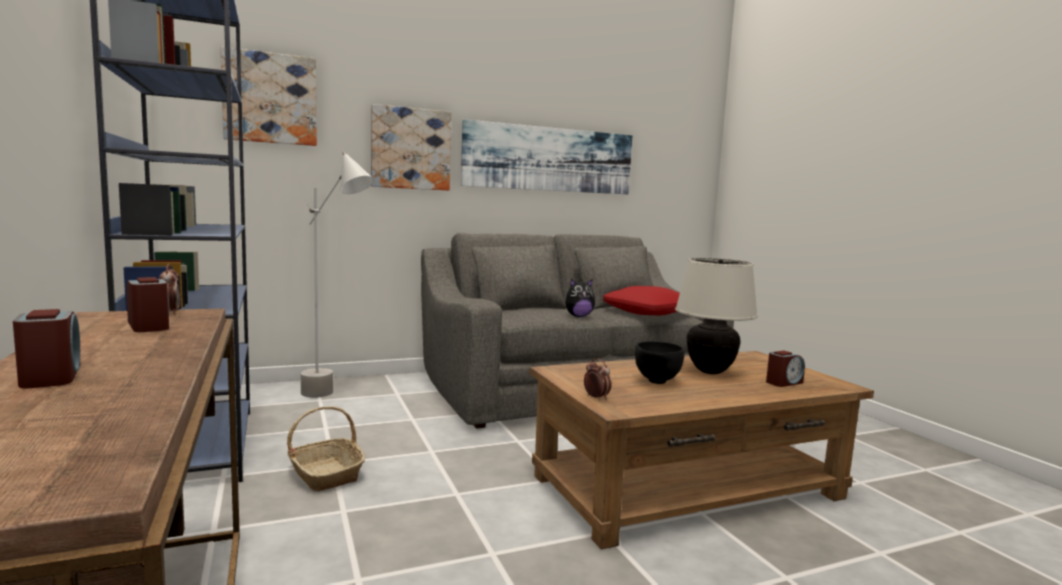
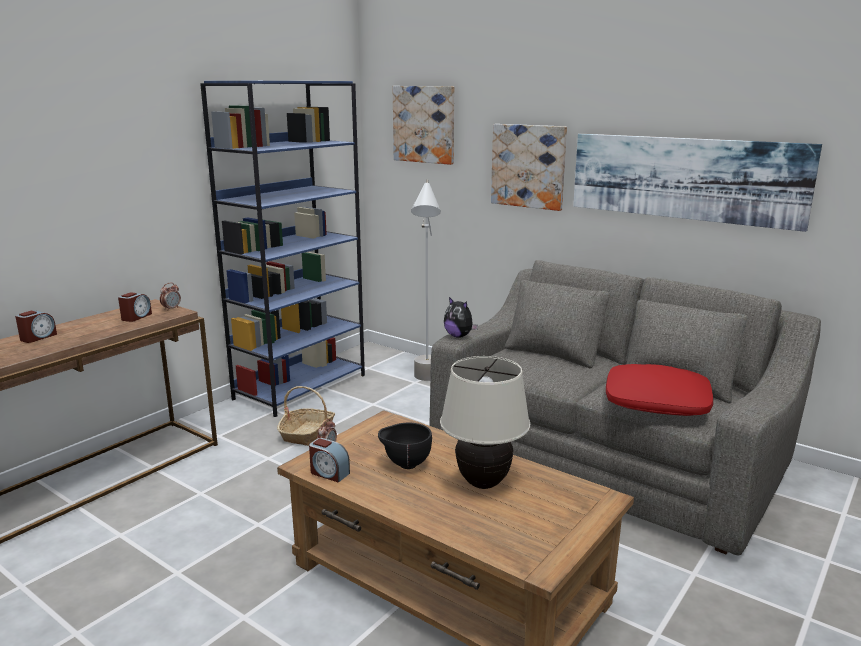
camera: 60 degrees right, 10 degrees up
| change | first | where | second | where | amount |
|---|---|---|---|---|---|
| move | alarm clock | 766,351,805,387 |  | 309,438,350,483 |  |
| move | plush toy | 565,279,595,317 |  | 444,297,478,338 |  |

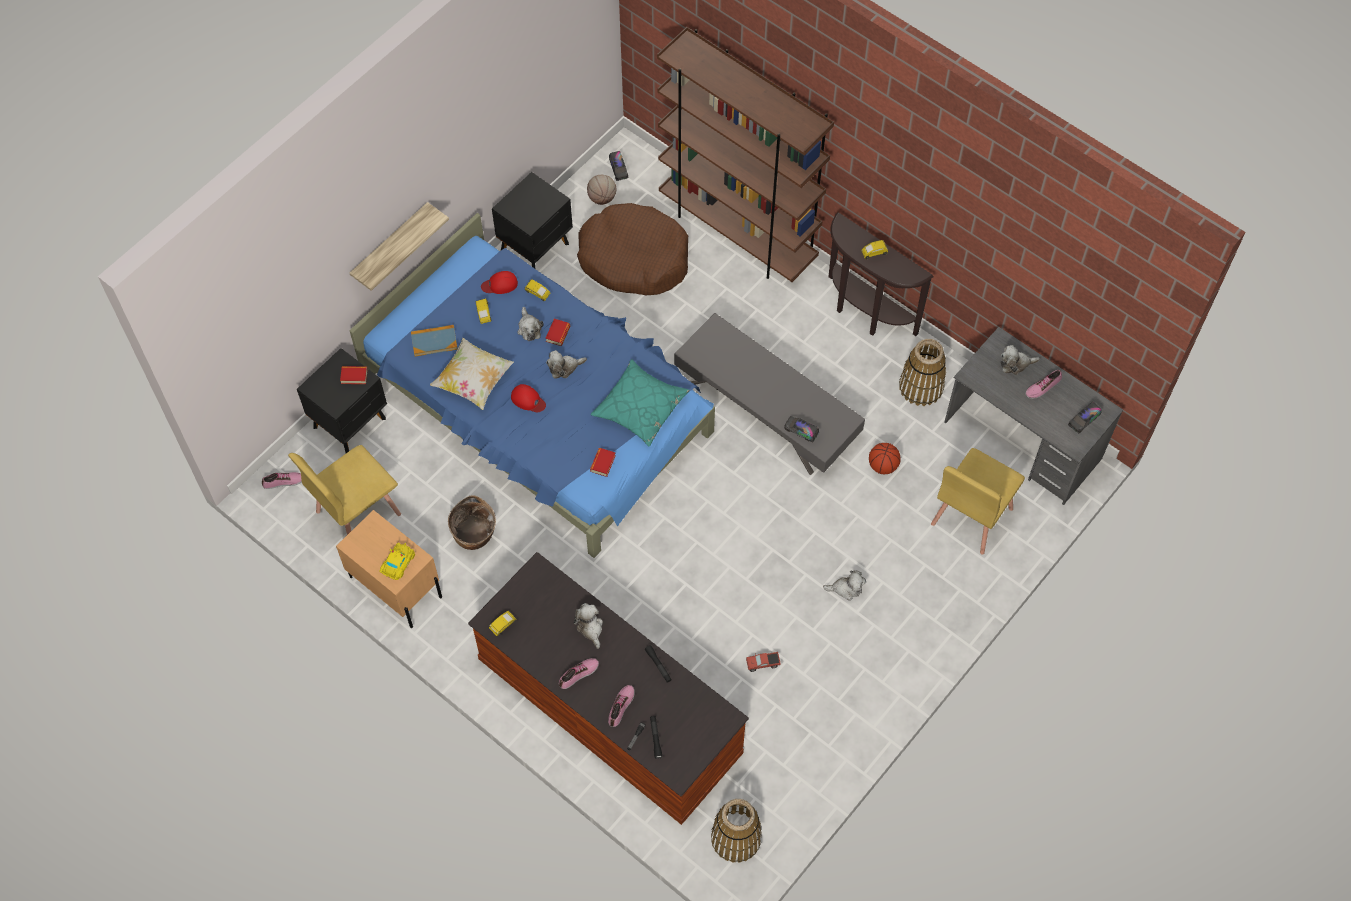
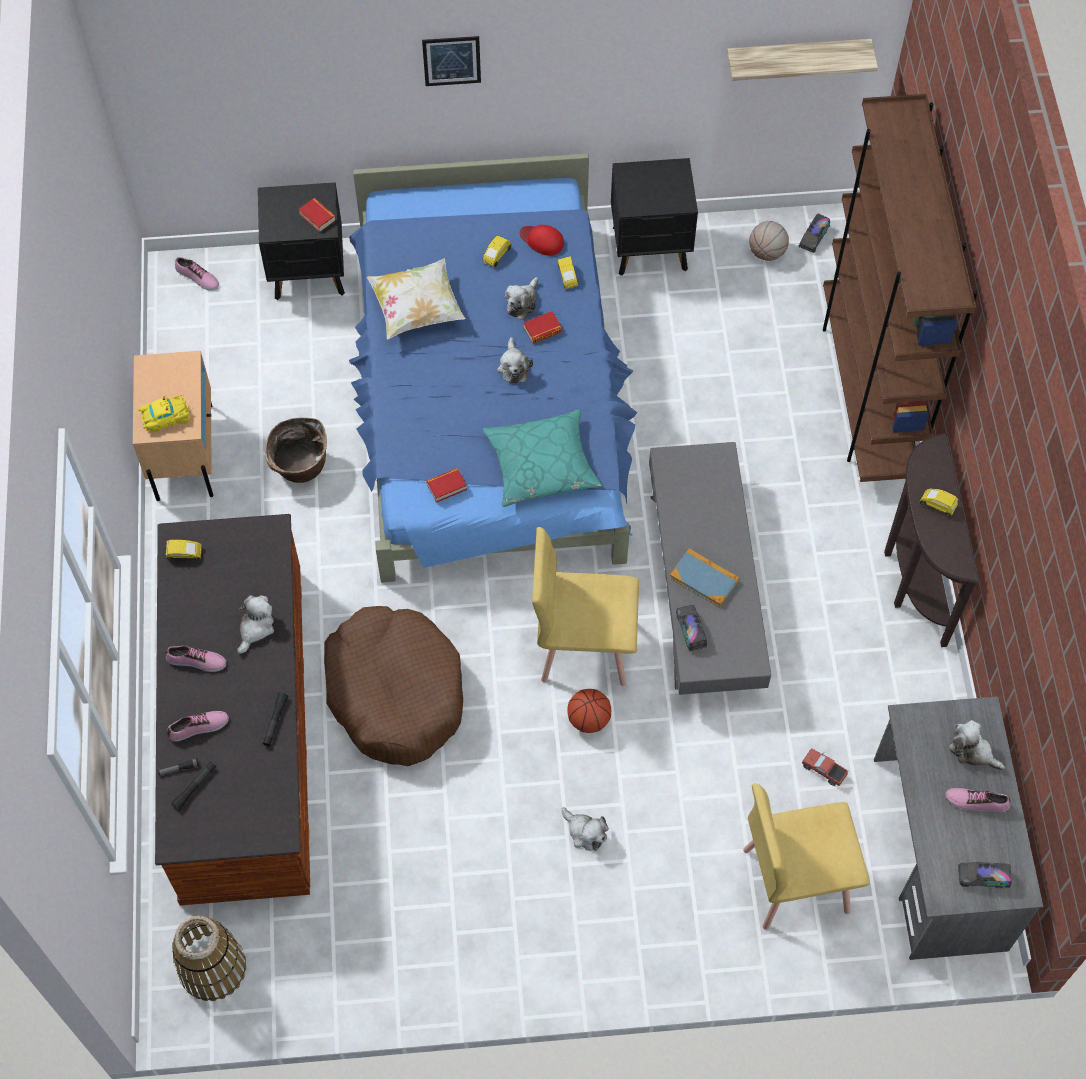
camera: 45 degrees right, 0 degrees up
| change | first | where | second | where | amount |
|---|---|---|---|---|---|
| move | brown dog bed | 577,203,688,295 |  | 324,606,463,766 |  |
| insert |  |  | picture | 422,36,481,86 |  |
| rotate | plush toy | 546,350,587,378 |  | 497,337,533,384 | 120 degrees counterclockwise |
| move | yellow chair | 288,445,401,535 |  | 532,527,639,686 |  |
| move | basketball | 869,443,901,474 |  | 567,689,611,733 |  |
| move | book | 411,325,458,356 |  | 670,549,739,608 |  |
| move | shelf | 350,202,449,291 |  | 727,39,878,81 |  |
| move | toy truck | 746,652,781,672 |  | 802,748,848,786 |  |
| delete | red cap | 511,384,546,412 |  |  |  |
| delete | basket | 899,339,946,406 |  |  |  |

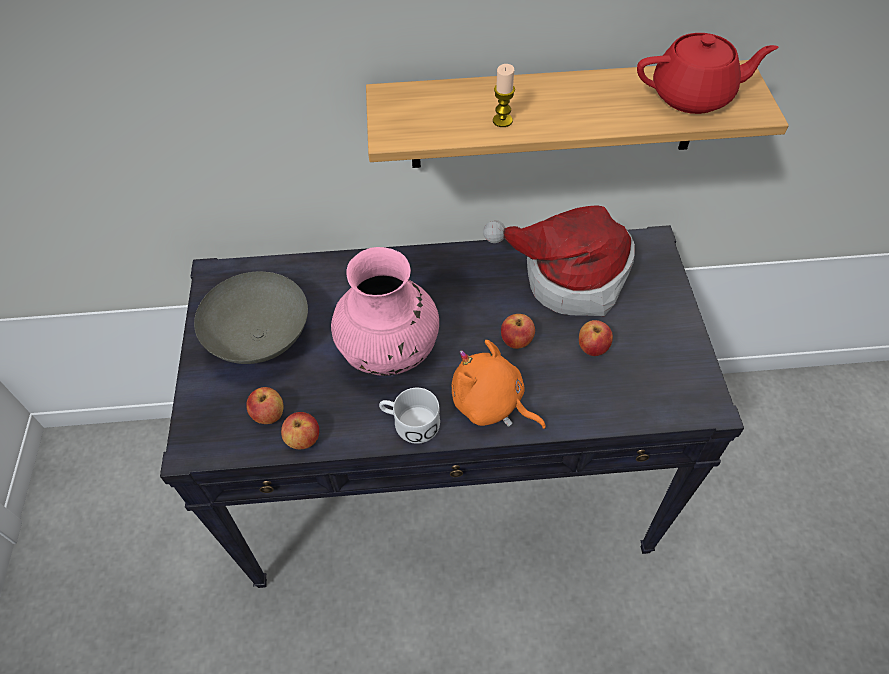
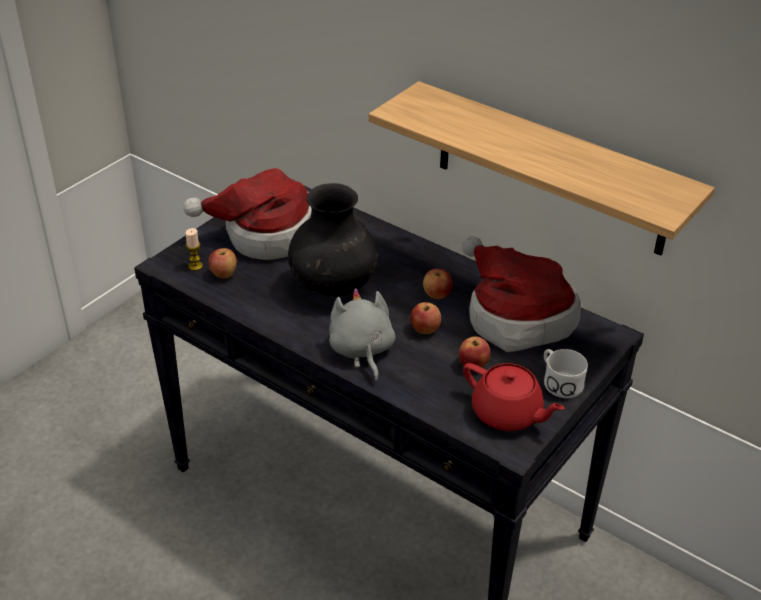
camera: 40 degrees right, 15 degrees down
| change | first | where | second | where | amount |
|---|---|---|---|---|---|
| replace | grey bowl | 194,271,308,364 | hat | 183,168,312,260 |  |
| move | candle | 493,64,515,127 |  | 185,228,203,271 |  |
| recolor | pink vase | 331,247,439,376 | black vase | 288,183,378,297 |  |
| recolor | orange plush toy | 452,340,546,429 | grey plush toy | 329,288,395,382 |  |
| move | apple | 281,412,319,449 |  | 423,269,453,299 |  |
| move | red teapot | 637,33,778,114 |  | 463,363,565,431 |  |
| move | white mug | 379,388,440,444 |  | 544,349,588,398 |  |

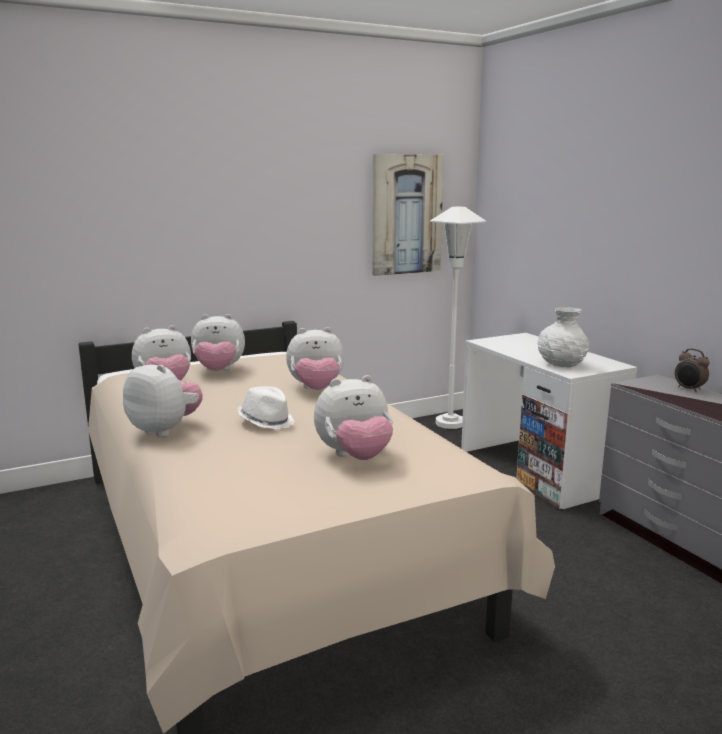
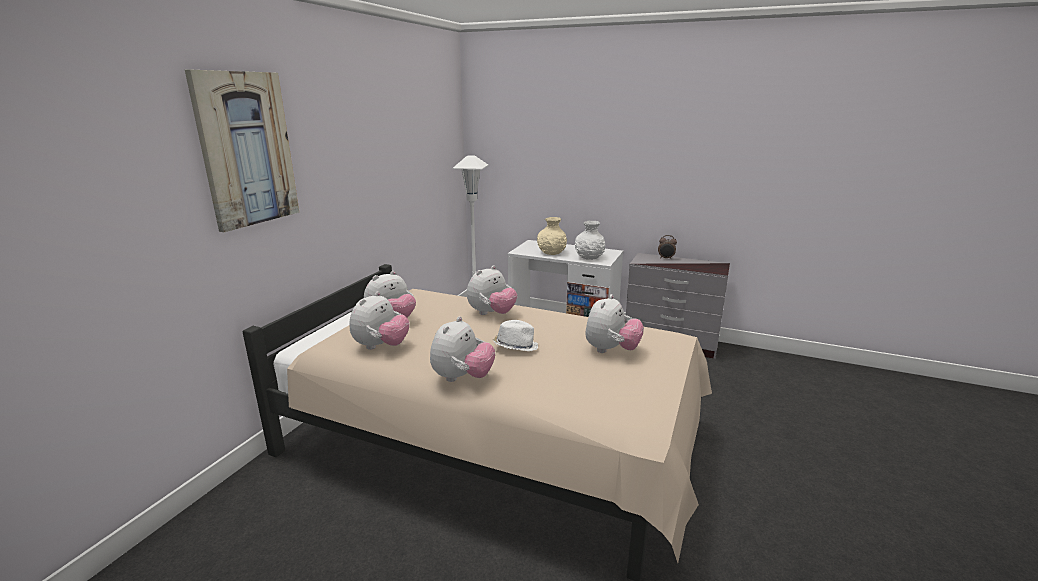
camera: 40 degrees left, 5 degrees up
| change | first | where | second | where | amount |
|---|---|---|---|---|---|
| move | picture | 373,154,444,276 |  | 185,70,299,232 |  |
| rotate | plush toy | 123,360,203,437 |  | 430,316,495,382 | 120 degrees clockwise |
| insert |  |  | beige vase | 537,217,567,255 |  |

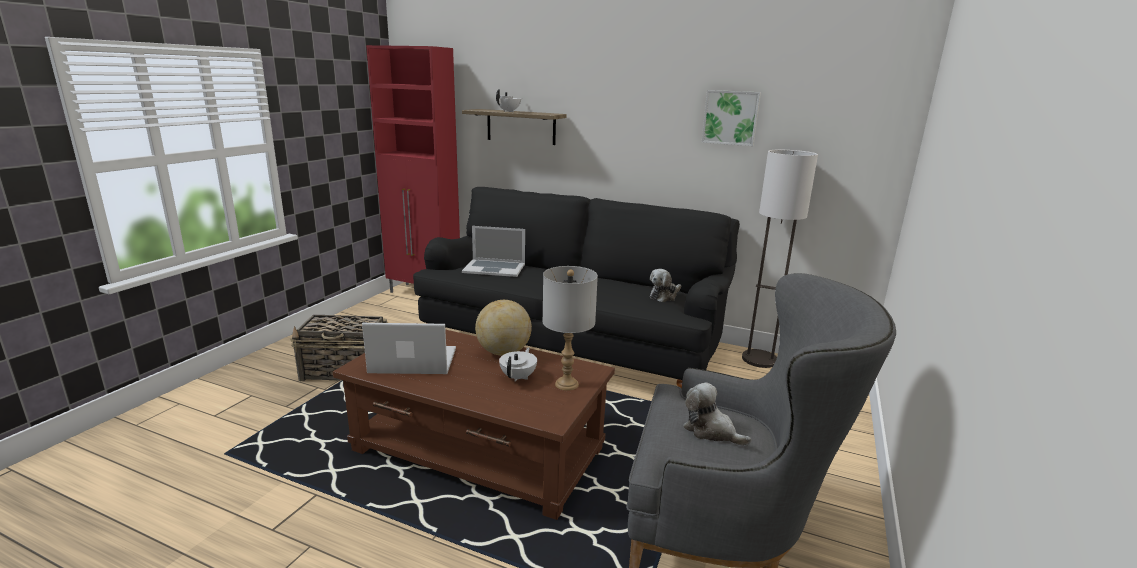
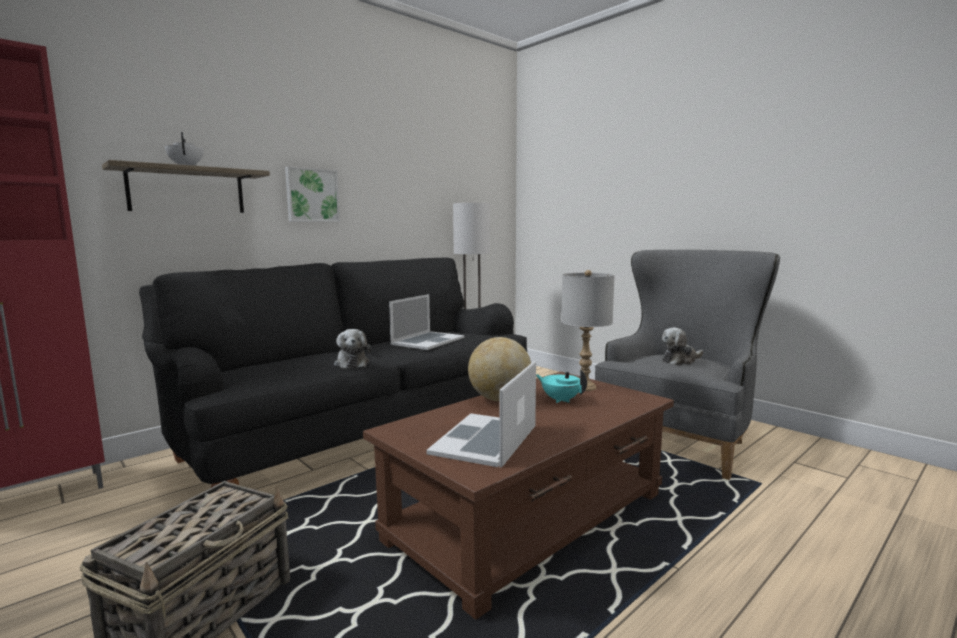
camera: 65 degrees left, 10 degrees down
| change | first | where | second | where | amount |
|---|---|---|---|---|---|
| move | picture | 702,90,761,146 |  | 285,167,340,222 |  |
| move | plush toy | 650,269,681,302 |  | 334,329,372,369 |  |
| move | laptop | 462,226,525,277 |  | 389,294,464,350 |  |
| recolor | white teapot | 499,347,537,382 | turquoise teapot | 536,370,587,403 |  |

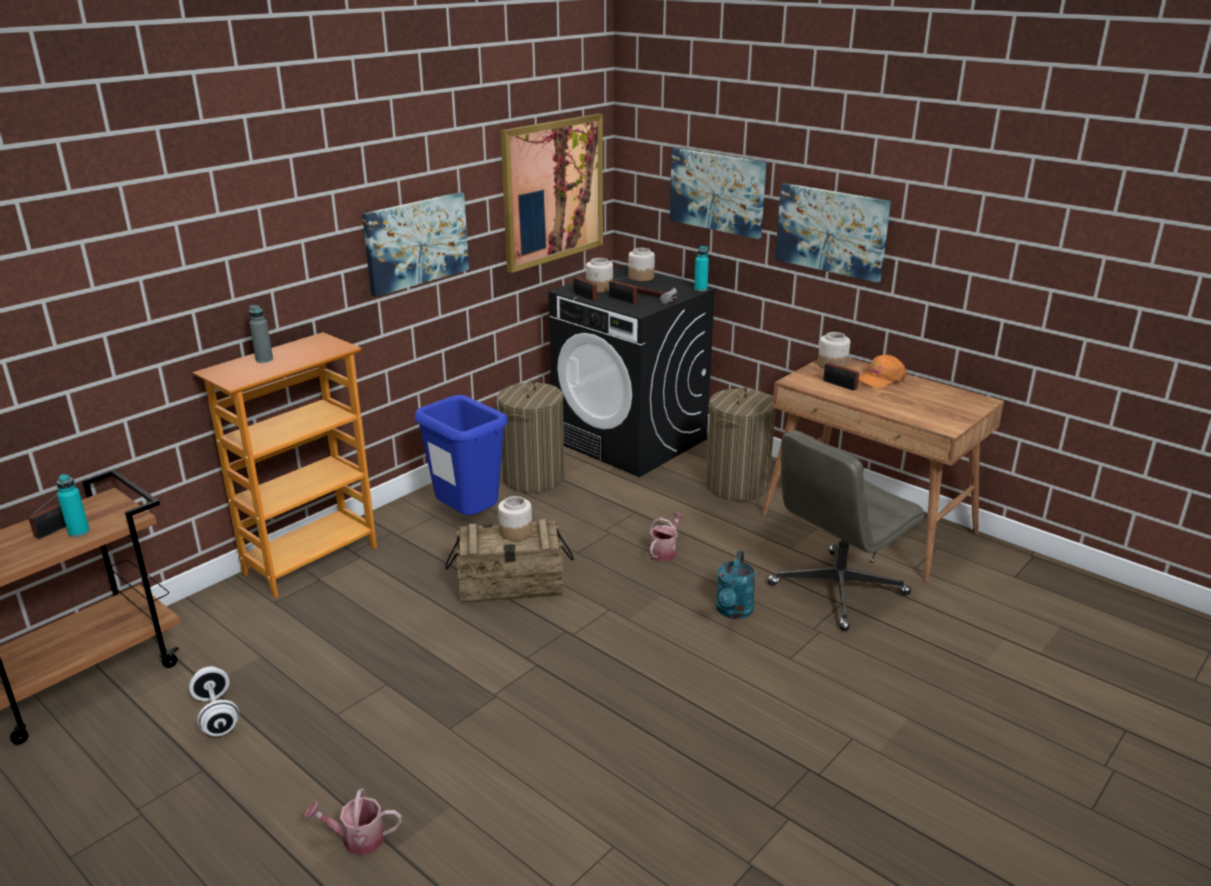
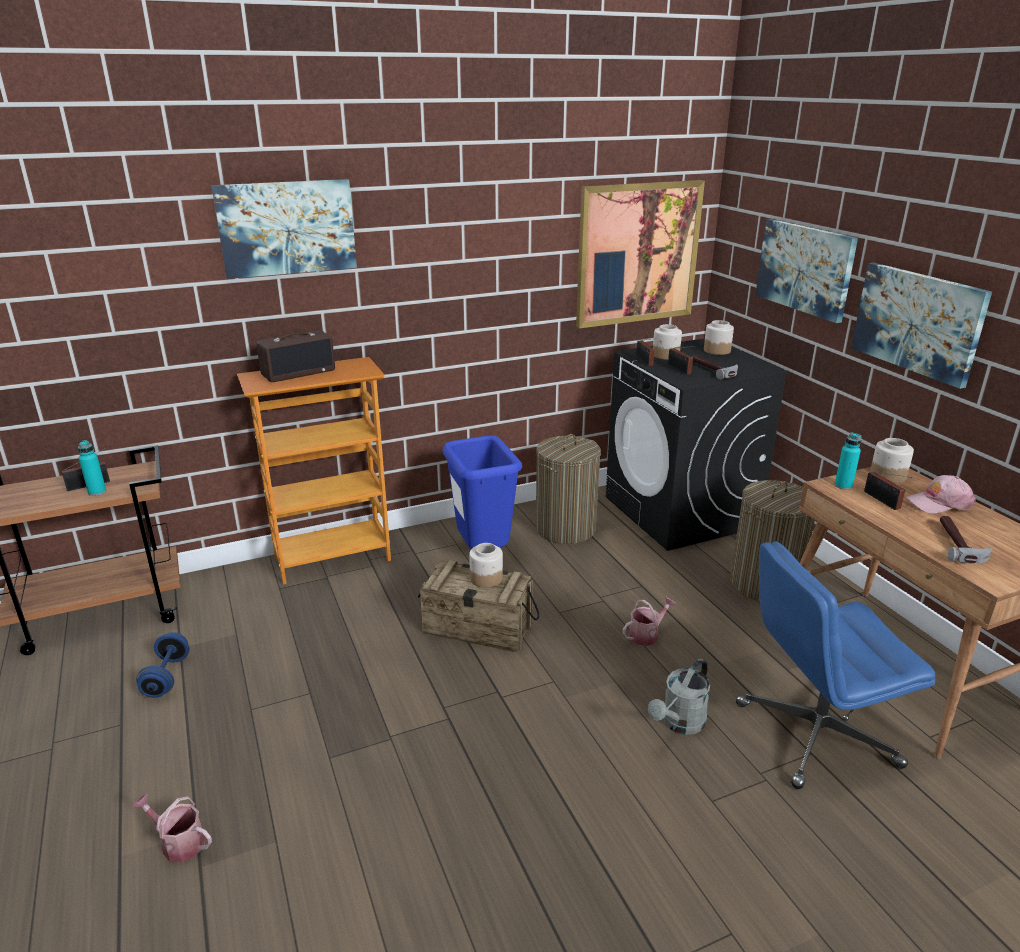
camera: 25 degrees right, 0 degrees up
| change | first | where | second | where | amount |
|---|---|---|---|---|---|
| recolor | white dumbbell | 189,666,239,736 | blue dumbbell | 136,632,189,698 |  |
| move | picture | 362,192,469,297 |  | 211,179,357,279 |  |
| replace | grey bottle | 249,305,273,363 | radio | 256,330,335,382 |  |
| recolor | turquoise watering can | 716,551,756,619 | grey watering can | 648,659,710,735 |  |
| recolor | grey office chair | 767,430,924,631 | blue office chair | 736,541,935,789 |  |
| move | turquoise bottle | 694,246,709,291 |  | 835,432,862,490 |  |
| recolor | orange cap | 858,355,907,388 | pink cap | 906,475,976,514 |  |
| insert |  |  | hammer | 940,516,993,564 |  |

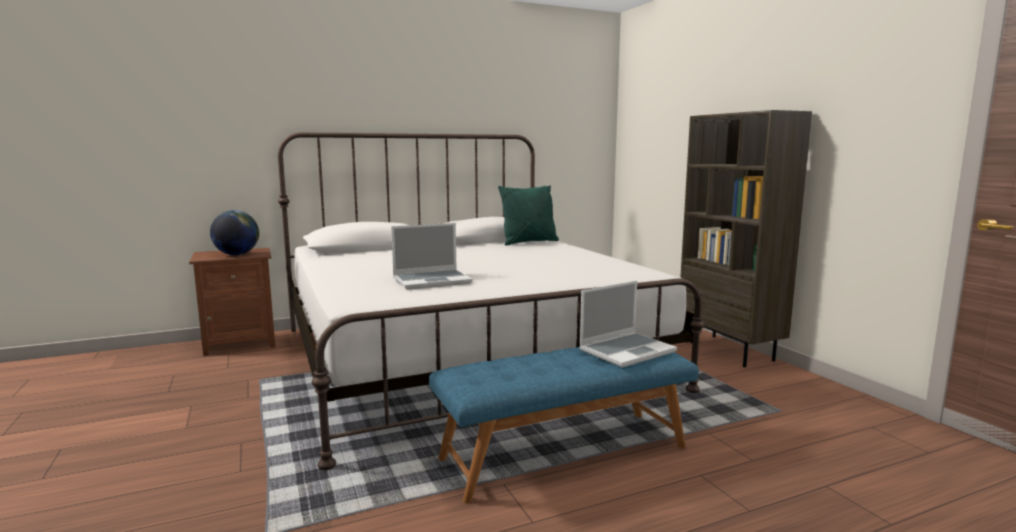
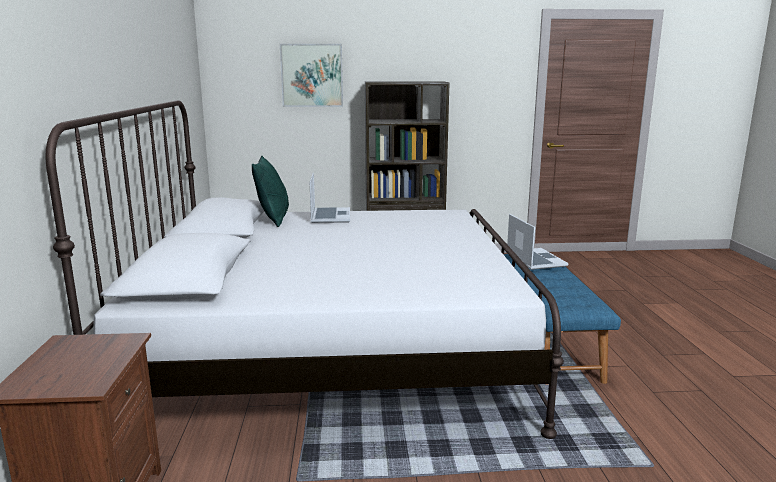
camera: 70 degrees left, 5 degrees up
| change | first | where | second | where | amount |
|---|---|---|---|---|---|
| insert |  |  | picture | 280,44,343,107 |  |
| move | laptop | 391,223,473,290 |  | 310,173,350,223 |  |
| delete | globe | 210,210,259,255 |  |  |  |

